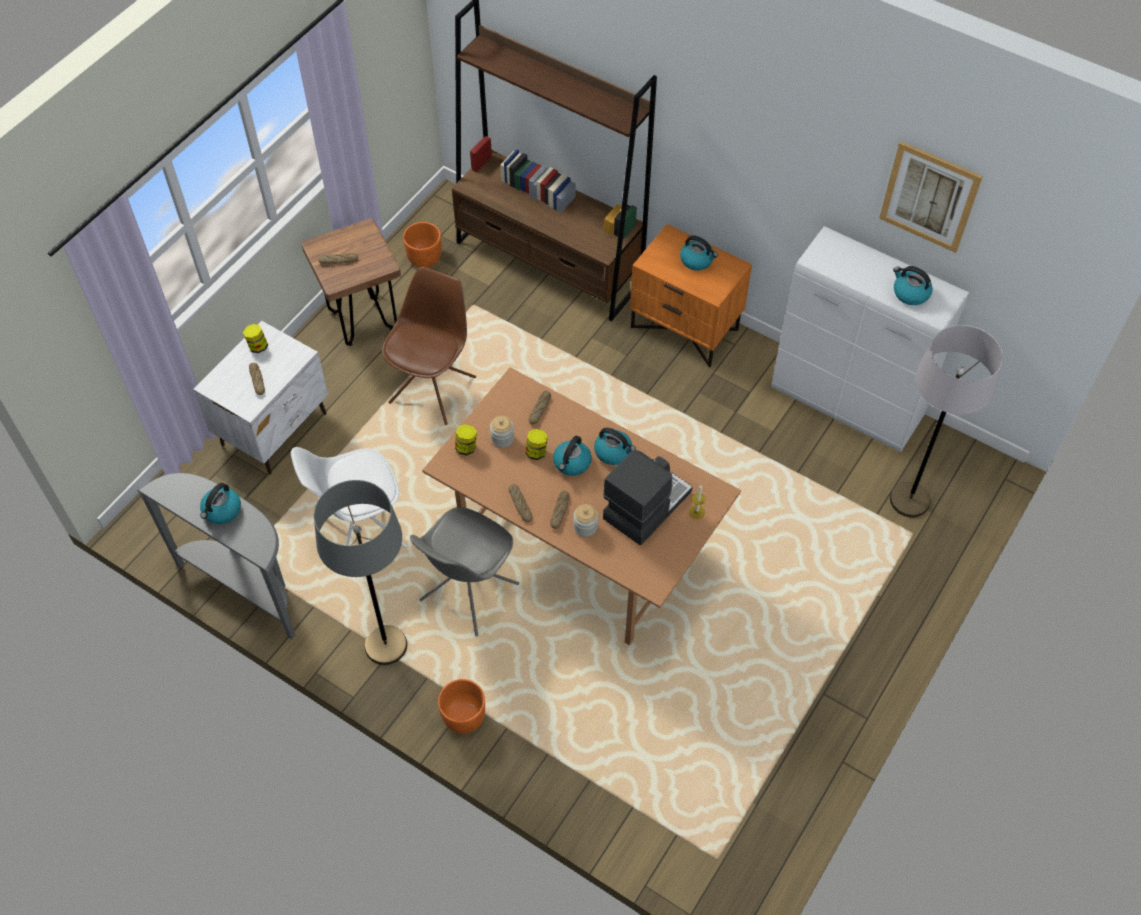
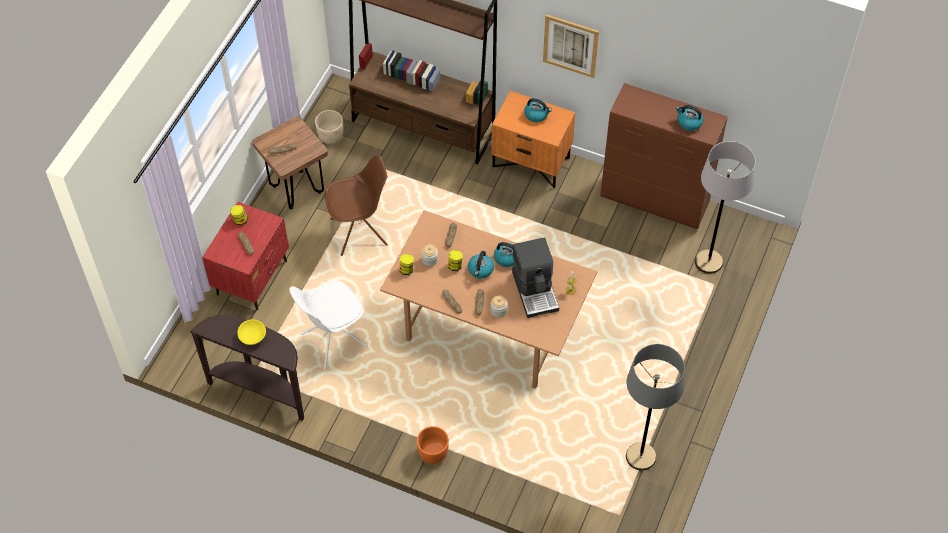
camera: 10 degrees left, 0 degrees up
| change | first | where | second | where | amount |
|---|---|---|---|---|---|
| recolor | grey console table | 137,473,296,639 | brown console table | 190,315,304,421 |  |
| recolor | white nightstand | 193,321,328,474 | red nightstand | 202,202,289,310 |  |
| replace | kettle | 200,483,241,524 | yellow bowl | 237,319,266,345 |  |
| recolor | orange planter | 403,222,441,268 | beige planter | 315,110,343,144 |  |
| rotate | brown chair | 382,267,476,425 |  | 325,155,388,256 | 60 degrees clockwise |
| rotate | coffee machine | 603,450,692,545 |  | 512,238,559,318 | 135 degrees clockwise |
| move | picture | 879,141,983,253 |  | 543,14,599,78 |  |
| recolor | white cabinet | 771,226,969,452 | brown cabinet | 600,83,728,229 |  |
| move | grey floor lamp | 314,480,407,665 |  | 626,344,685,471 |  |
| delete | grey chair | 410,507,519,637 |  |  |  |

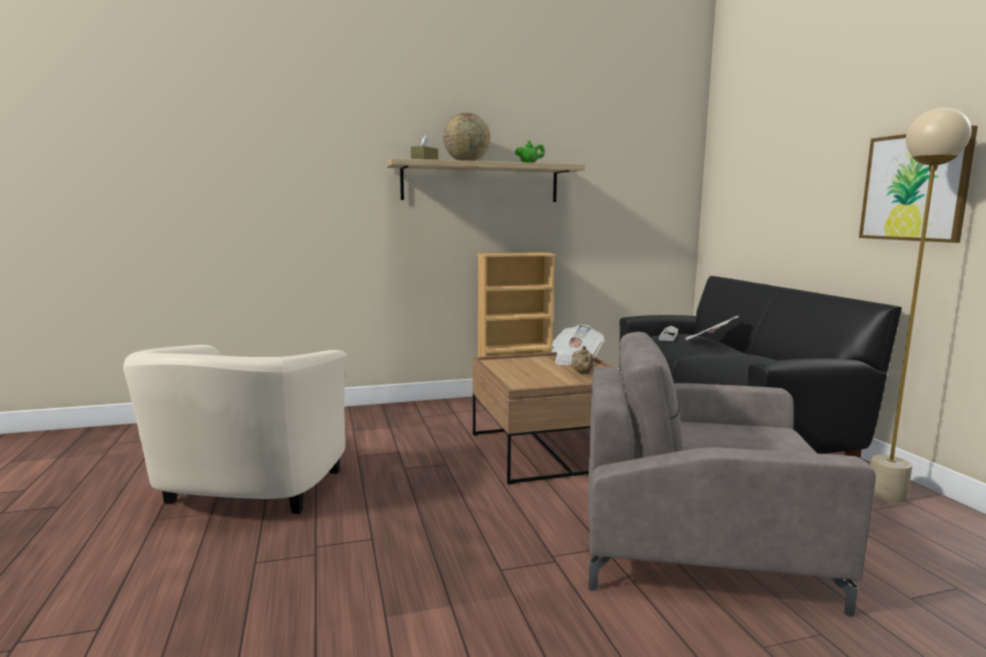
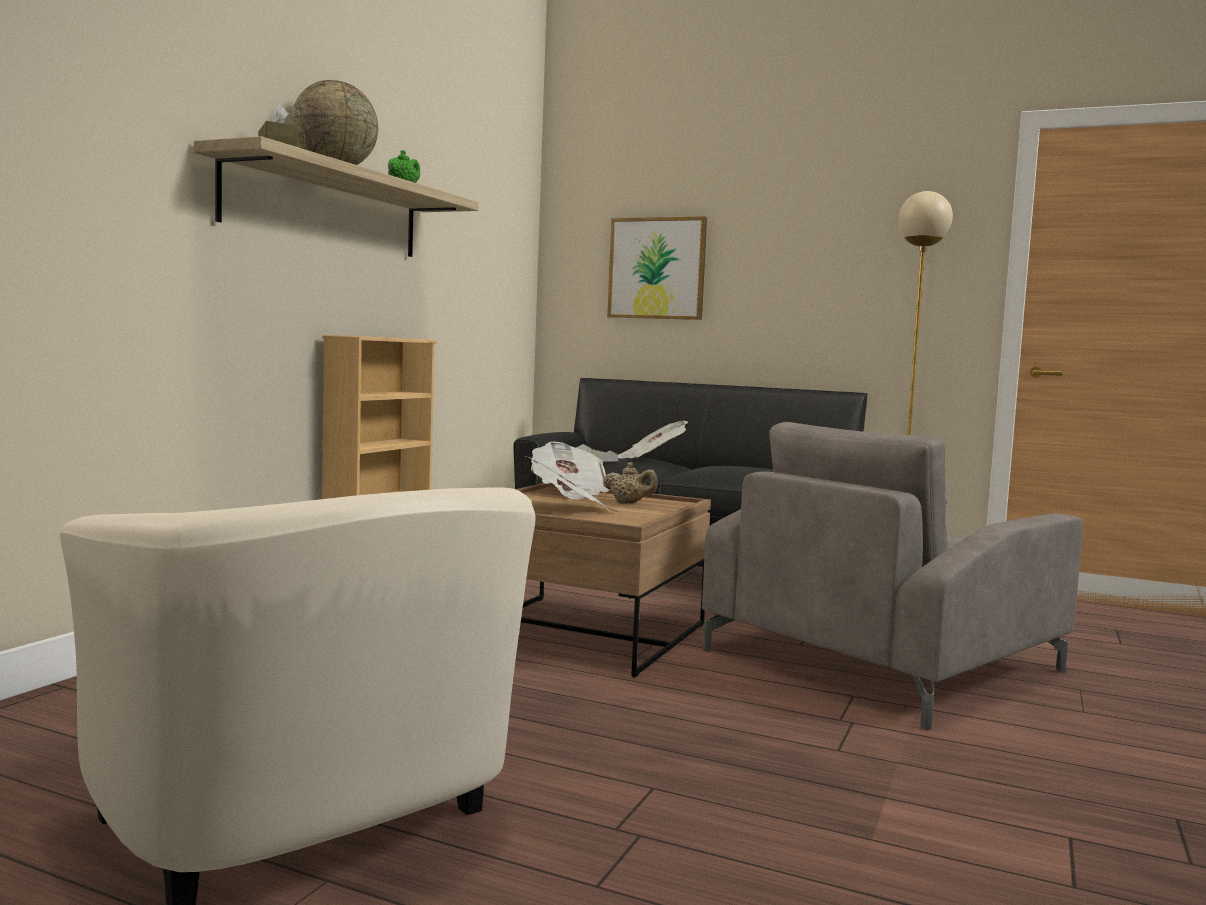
camera: 50 degrees left, 5 degrees down
| change | first | where | second | where | amount |
|---|---|---|---|---|---|
| insert |  |  | newspaper | 525,456,616,511 |  |
| move | picture | 859,126,978,243 |  | 607,216,707,320 |  |

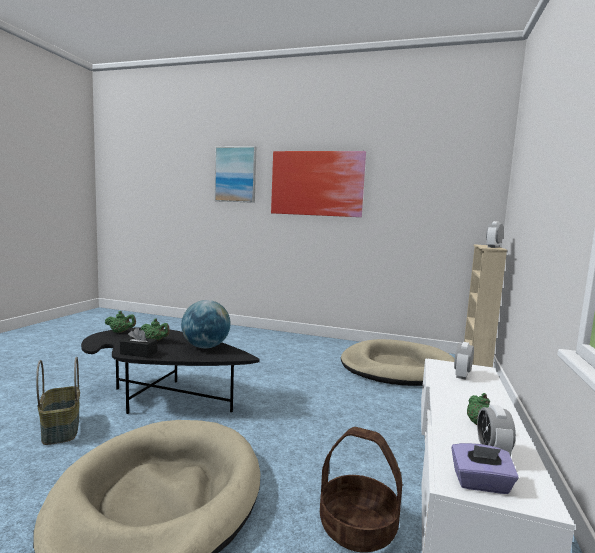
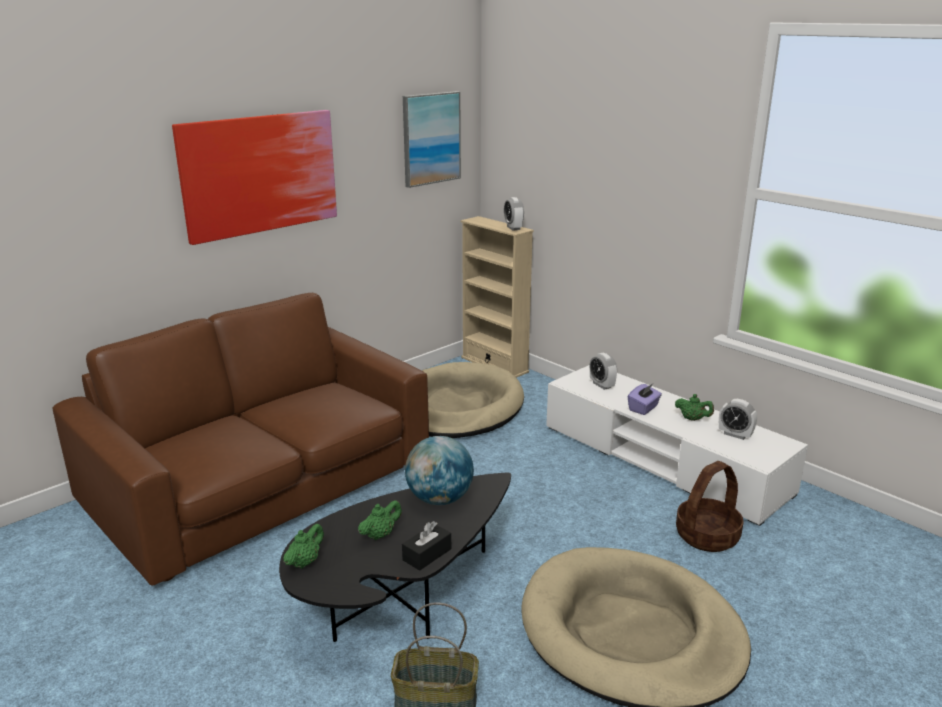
camera: 60 degrees left, 15 degrees up
| change | first | where | second | where | amount |
|---|---|---|---|---|---|
| insert |  |  | brown sofa | 53,293,429,585 |  |
| move | picture | 214,146,256,203 |  | 403,91,461,188 |  |
| move | purple tissue box | 452,443,519,494 |  | 628,384,662,415 |  |

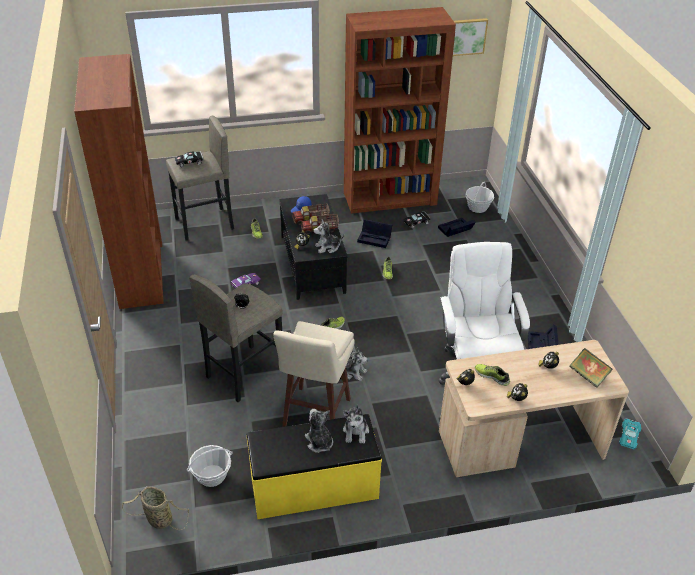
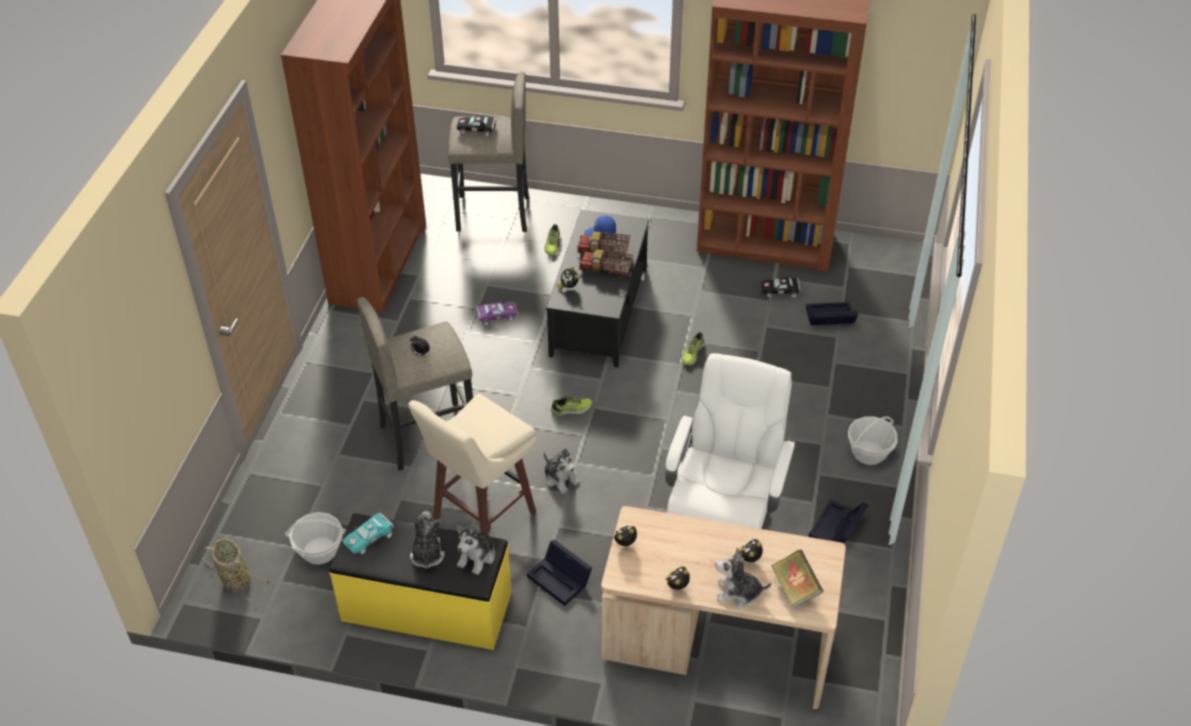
camera: 25 degrees right, 5 degrees up
| change | first | where | second | where | amount |
|---|---|---|---|---|---|
| move | turquoise toy car | 619,418,642,449 |  | 343,512,394,555 |  |
| move | black storage box | 357,219,392,248 |  | 527,539,592,606 |  |
| move | plush toy | 313,220,344,253 |  | 716,547,771,608 |  |
| move | basket | 465,182,494,213 |  | 848,416,897,465 |  |
| delete | picture | 453,18,488,56 |  |  |  |
| delete | shoe | 475,364,510,386 |  |  |  |

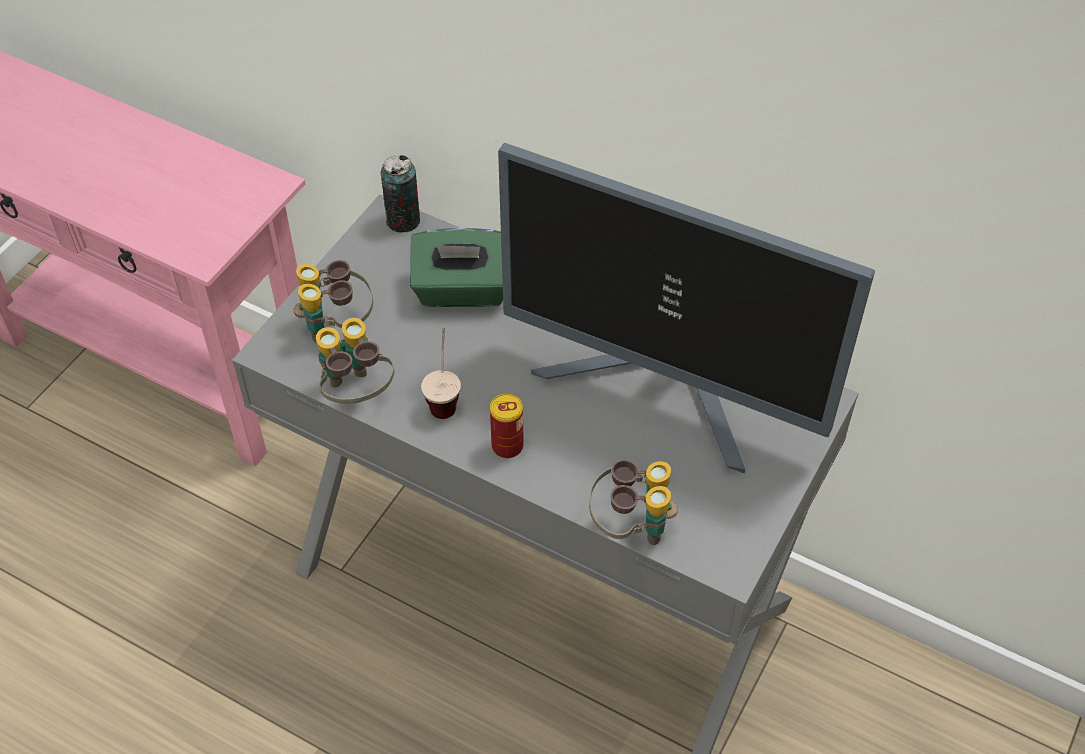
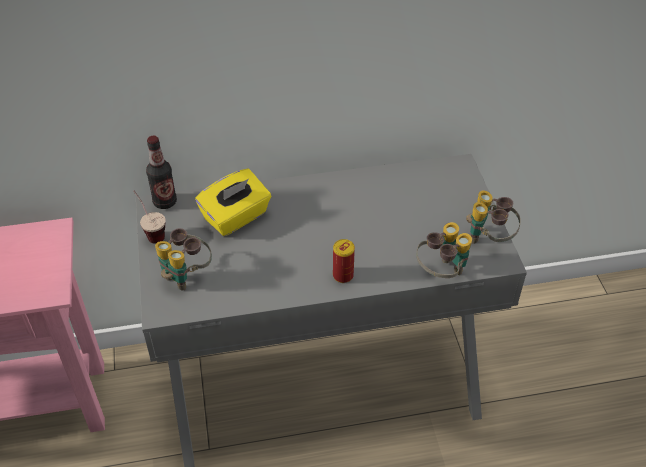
camera: 40 degrees left, 5 degrees down
| change | first | where | second | where | amount |
|---|---|---|---|---|---|
| move | cup | 421,328,461,419 |  | 133,190,166,244 |  |
| replace | can | 380,155,420,233 | bottle | 146,136,177,209 |  |
| recolor | green tissue box | 410,228,503,307 | yellow tissue box | 195,169,271,236 |  |
| move | binoculars | 316,318,394,404 |  | 466,191,521,244 |  |
| delete | monitor | 498,143,875,474 |  |  |  |

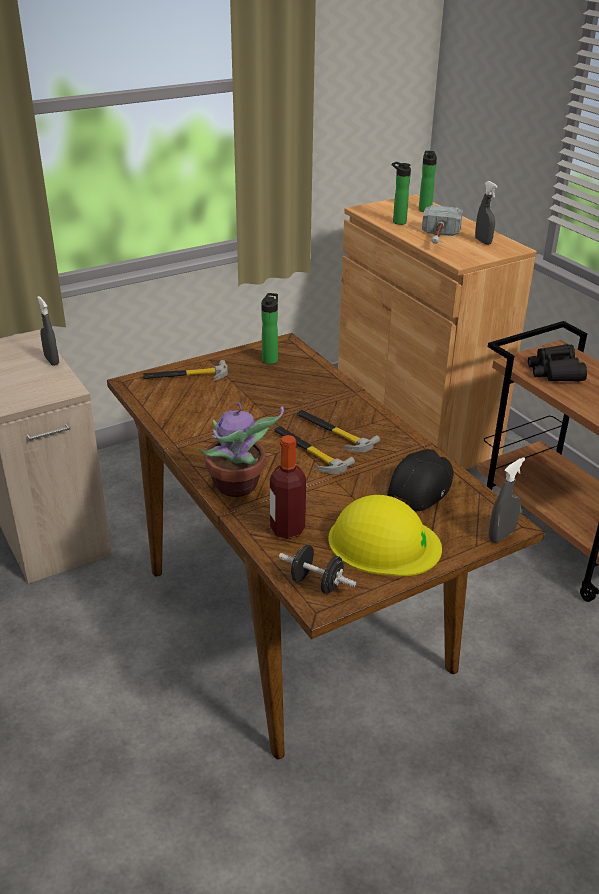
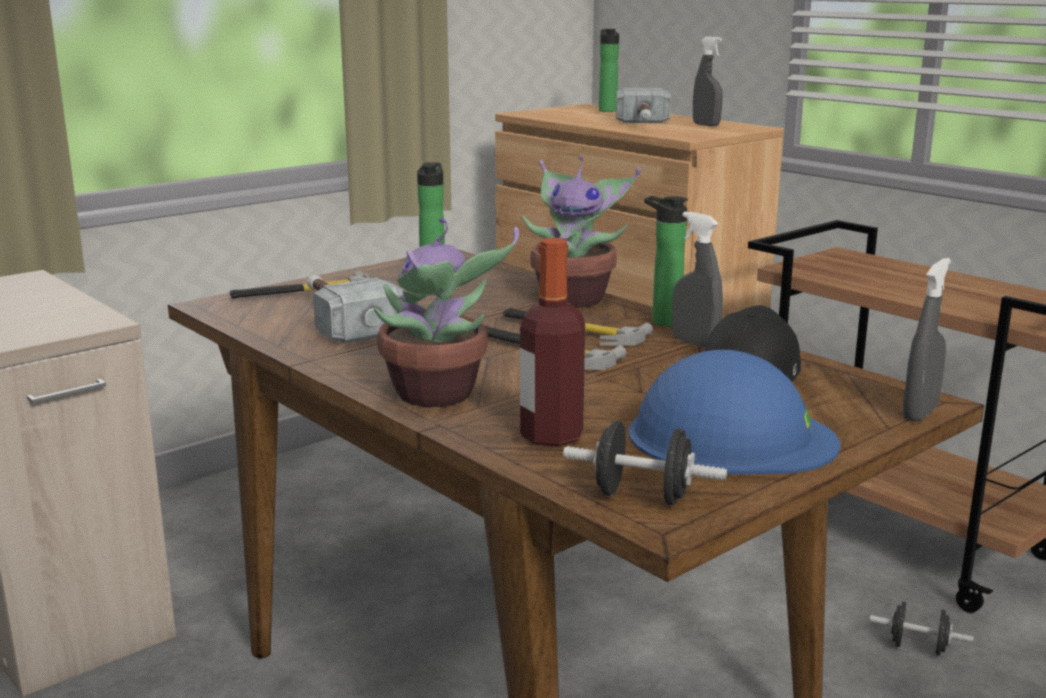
camera: 10 degrees left, 15 degrees down
| change | first | where | second | where | amount |
|---|---|---|---|---|---|
| insert |  |  | hammer | 307,275,404,343 |  |
| insert |  |  | potted plant | 522,156,641,308 |  |
| recolor | yellow hard hat | 328,495,442,576 | blue hard hat | 629,350,841,475 |  |
| move | bottle | 392,162,411,225 |  | 644,196,688,326 |  |
| move | grey spray bottle | 37,296,59,366 |  | 672,212,723,348 |  |
| insert |  |  | black dumbbell | 870,602,974,656 |  |
| delete | black binoculars | 528,344,587,382 |  |  |  |

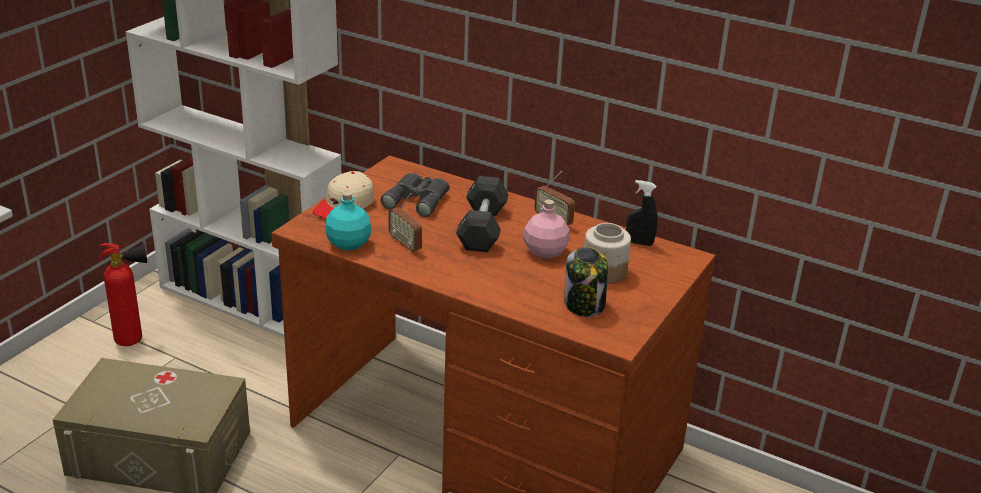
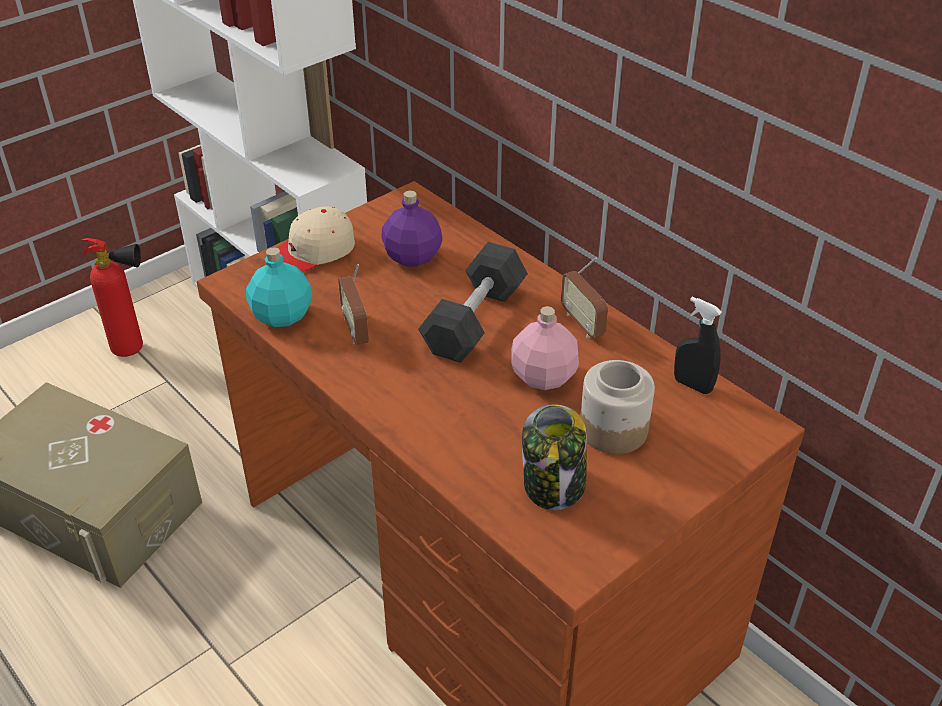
camera: 20 degrees right, 10 degrees up
| change | first | where | second | where | amount |
|---|---|---|---|---|---|
| replace | grey binoculars | 380,173,450,217 | purple bottle | 381,191,443,267 |  |

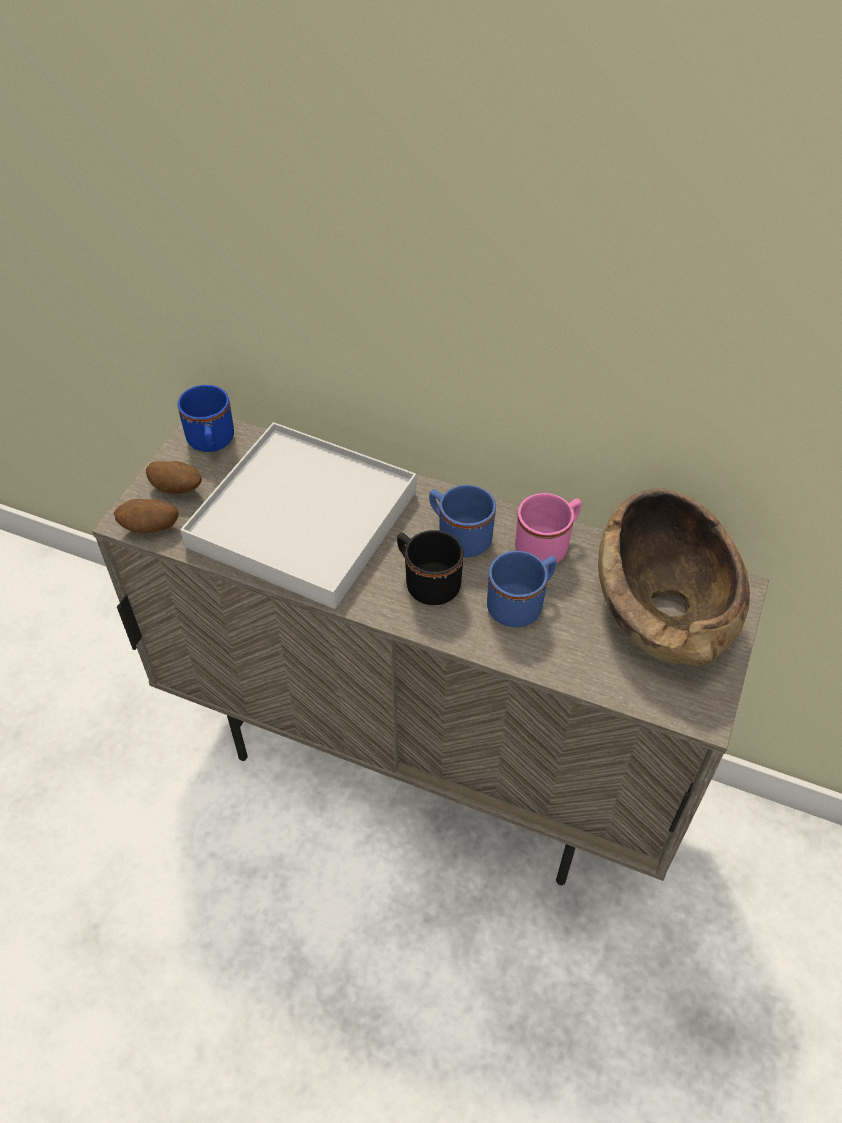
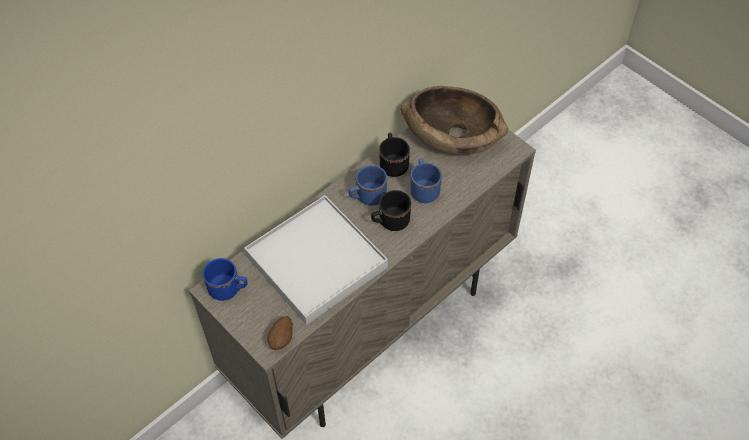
camera: 65 degrees left, 5 degrees up
| change | first | where | second | where | amount |
|---|---|---|---|---|---|
| recolor | pink mug | 515,493,581,563 | black mug | 379,133,410,177 |  |
| delete | potato | 146,461,202,494 |  |  |  |

